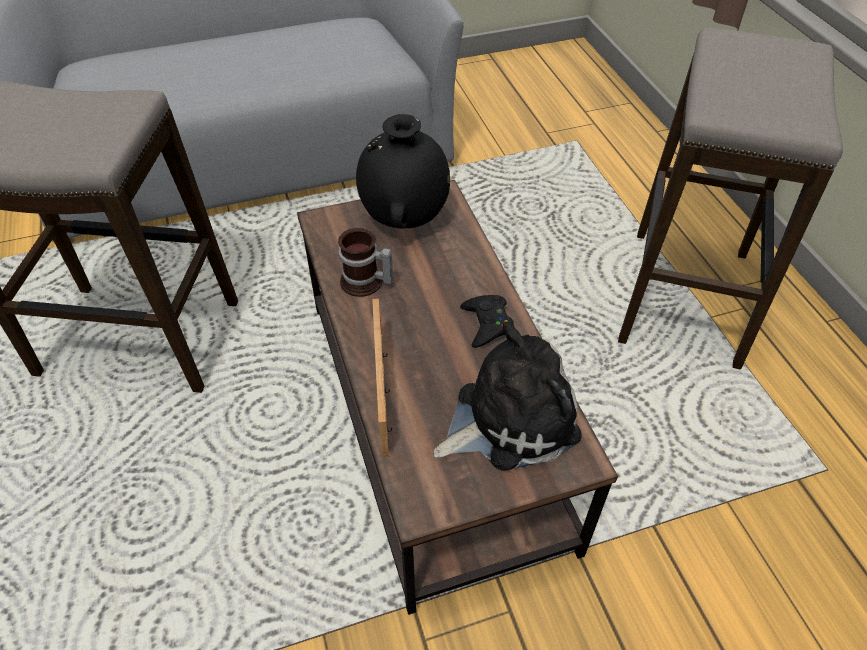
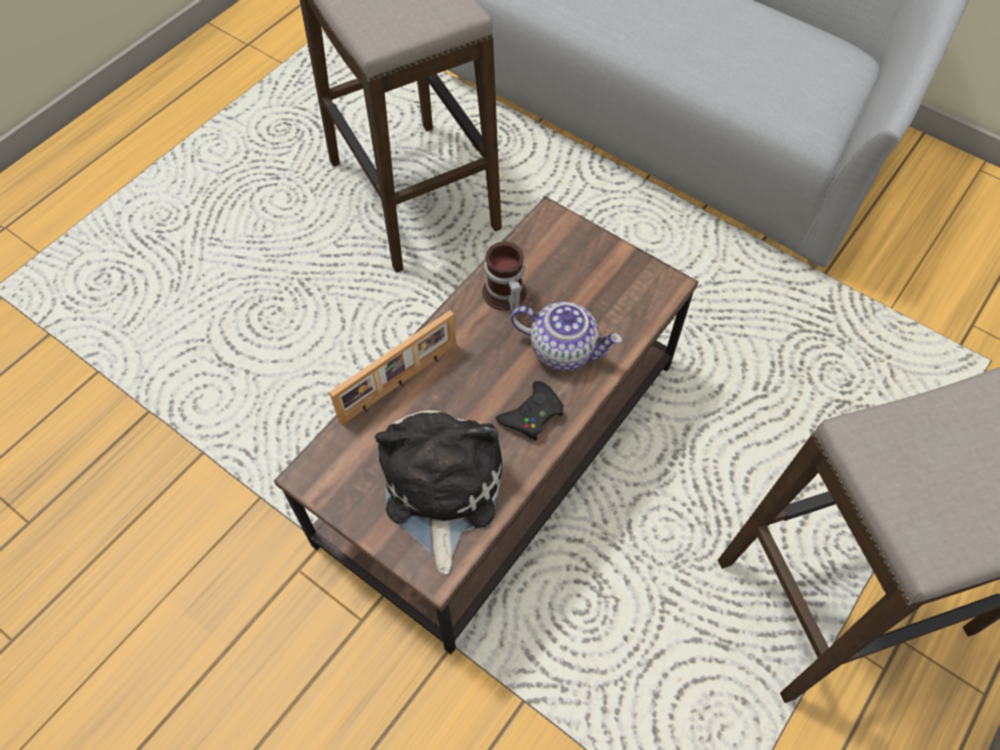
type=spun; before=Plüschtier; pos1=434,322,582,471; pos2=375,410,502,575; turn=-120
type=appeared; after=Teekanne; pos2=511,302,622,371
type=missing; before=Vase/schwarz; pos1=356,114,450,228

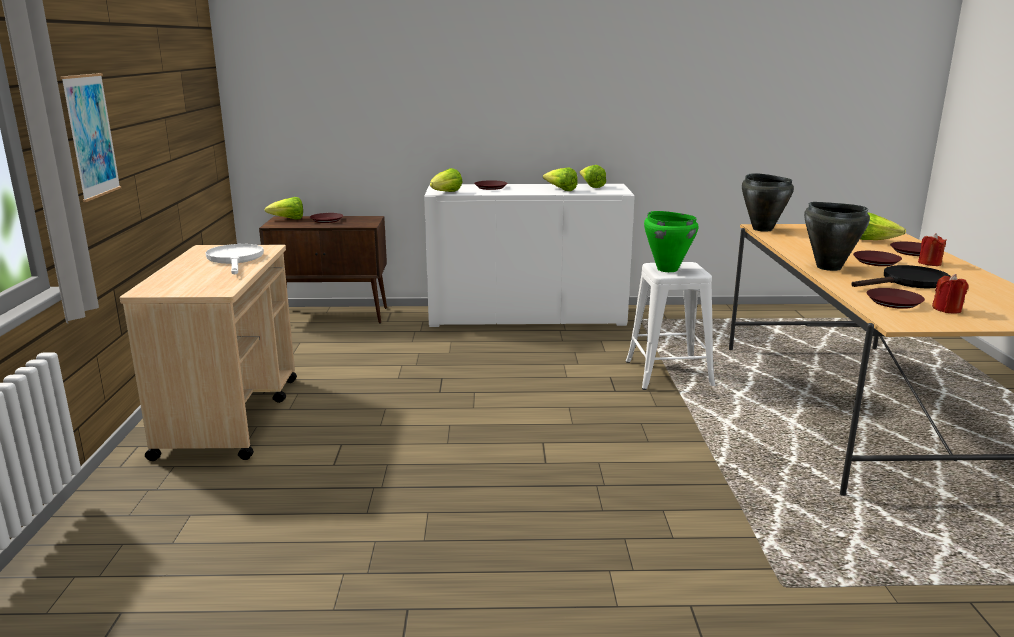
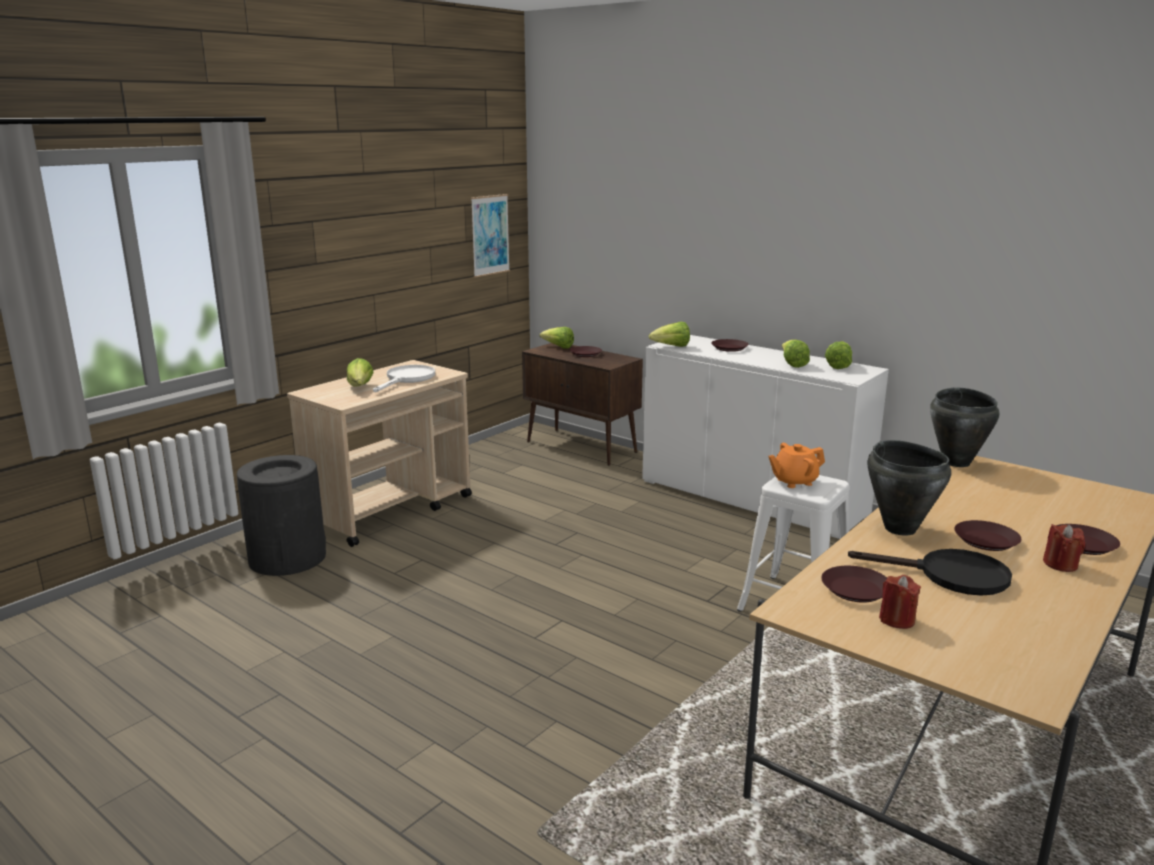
type=appeared; after=Mülleimer/schwarz; pos2=237,455,326,576
type=relocated; before=Salatkopf; pos1=860,212,906,240; pos2=347,358,374,387
type=relocated; before=Bild; pos1=60,73,121,202; pos2=471,194,510,278
type=exchanged; before=Kochtopf/grün; after=Teekanne/orange; pos1=644,211,698,272; pos2=768,443,825,488

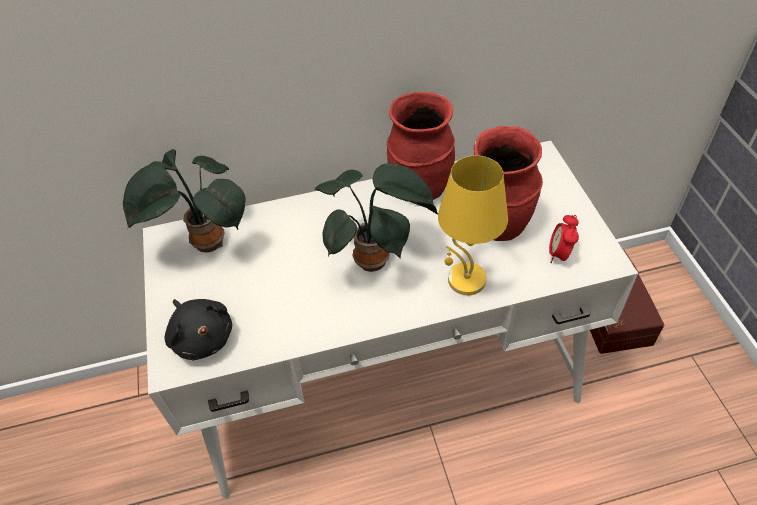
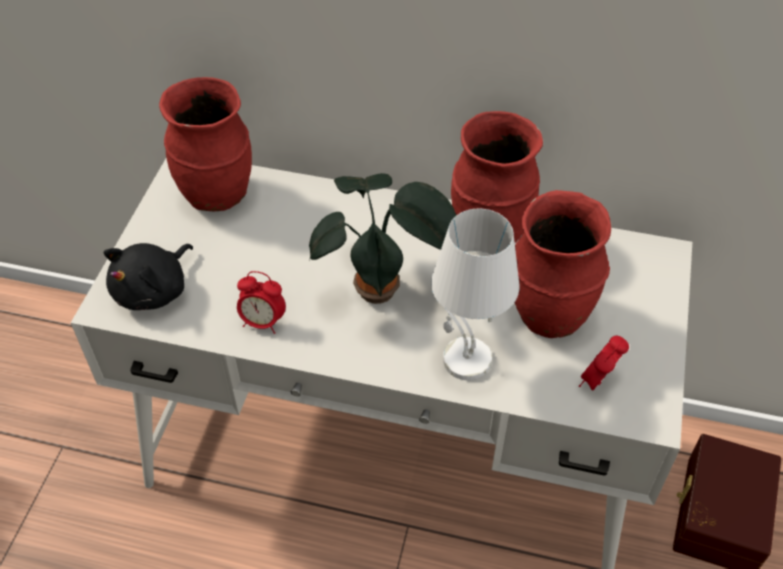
type=spun; before=Plüschtier/schwarz; pos1=164,299,232,360; pos2=104,243,193,310; turn=45
type=exchanged; before=Topfpflanze; after=Vase/rot; pos1=123,149,246,253; pos2=159,77,252,211
type=appeared; after=Wecker; pos2=237,271,286,334
type=colour; before=Tischlampe/gelb; after=Tischlampe/weiß; pos1=438,155,508,295; pos2=431,209,519,380

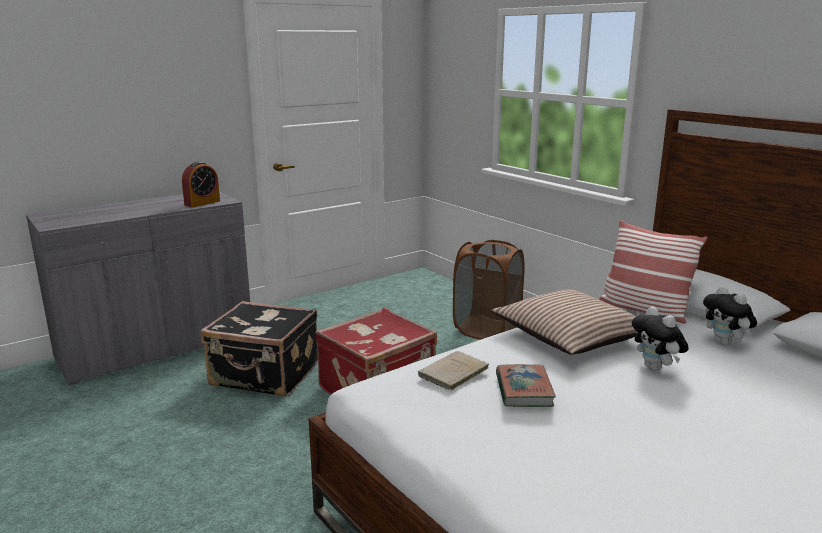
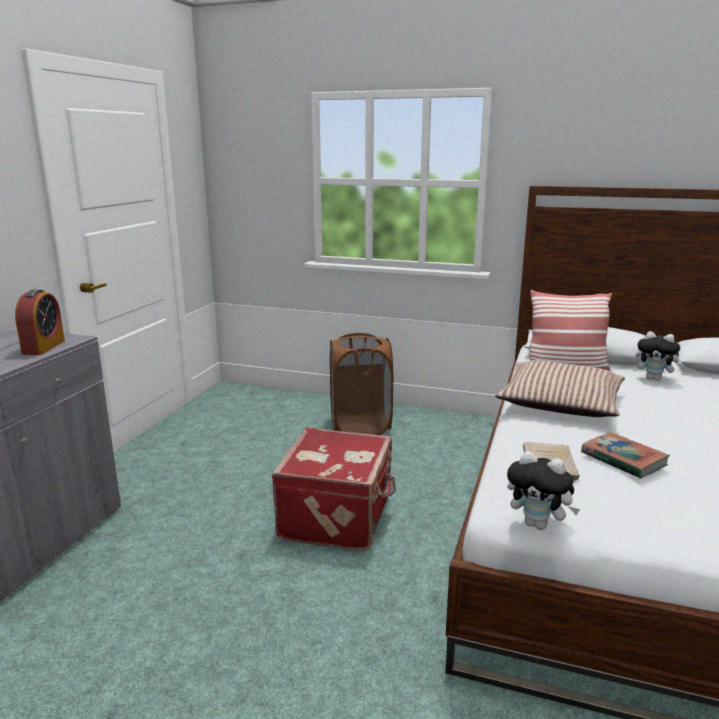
type=relocated; before=Plüschtier; pos1=632,306,689,371; pos2=507,451,580,530
type=missing; before=Koffer/schwarz; pos1=201,301,318,397

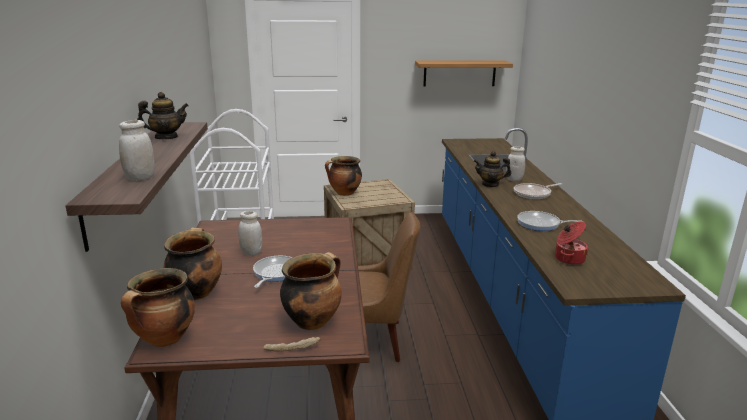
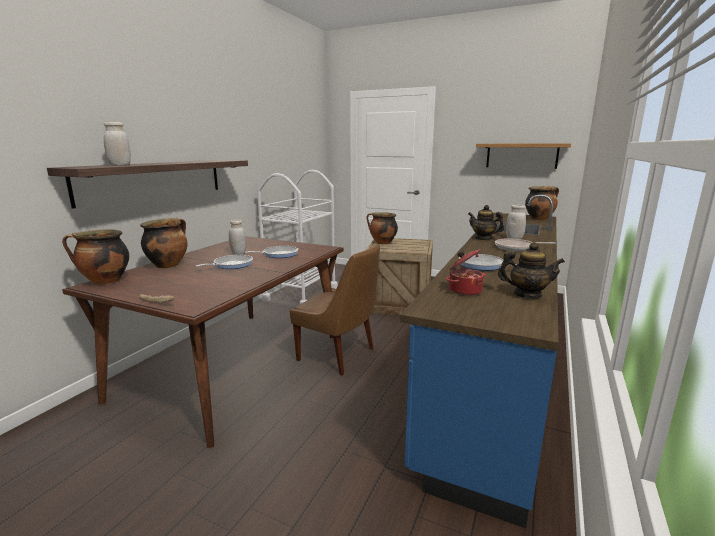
type=appeared; after=Pfanne; pos2=245,246,298,258
type=relocated; before=Teekanne; pos1=137,92,189,139; pos2=498,242,565,298
type=relocated; before=Kochtopf; pos1=280,252,342,330; pos2=525,186,559,220

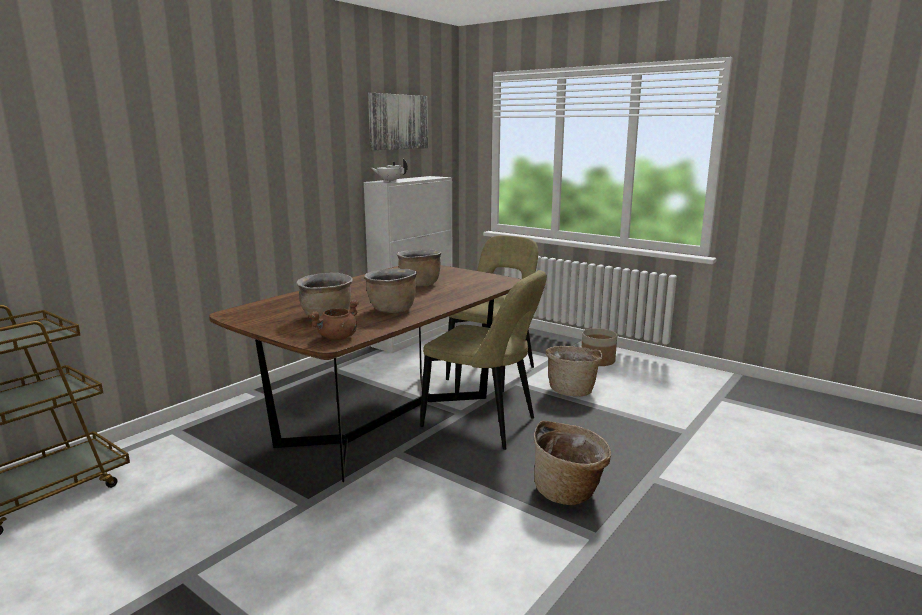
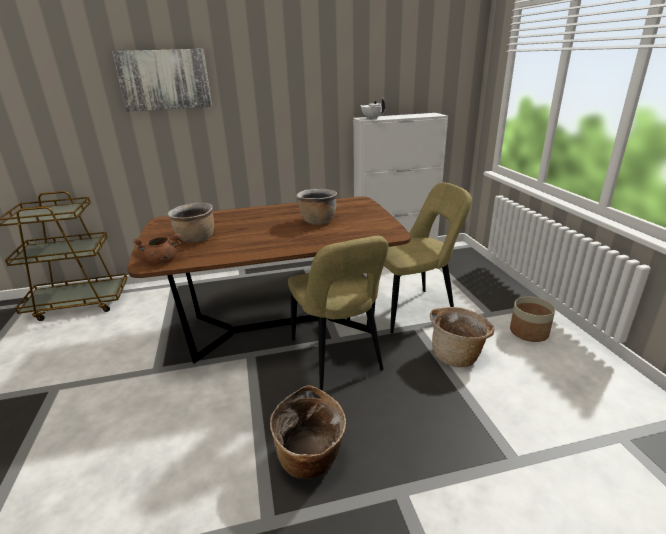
type=relocated; before=Bild; pos1=368,93,428,150; pos2=112,49,212,111
type=missing; before=Kochtopf/braun; pos1=364,268,417,313

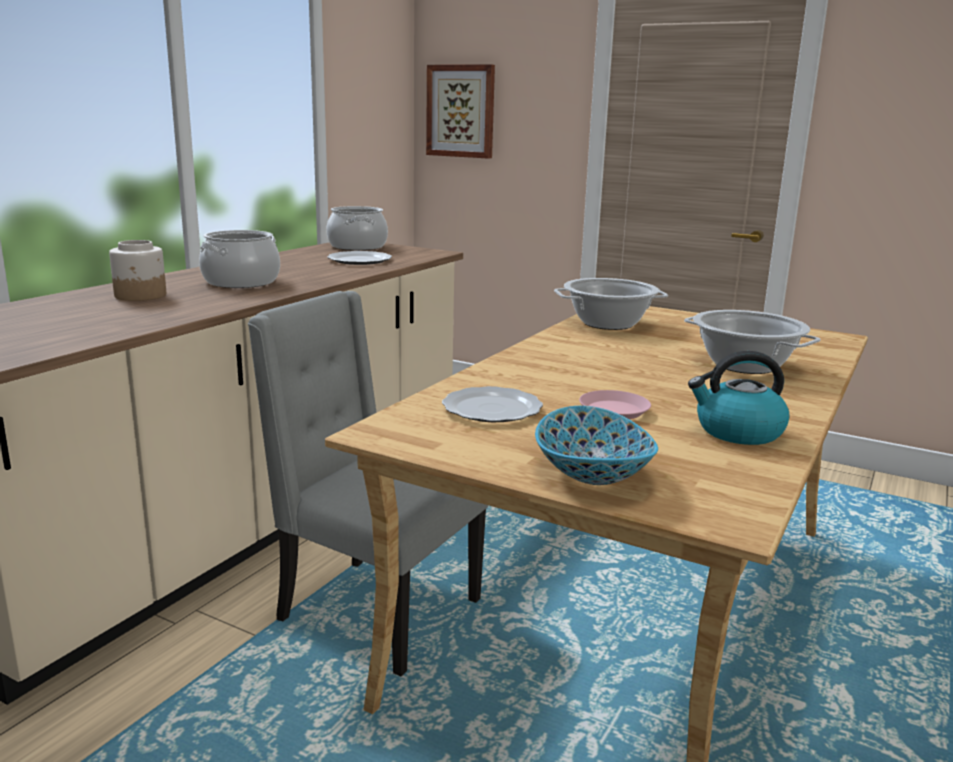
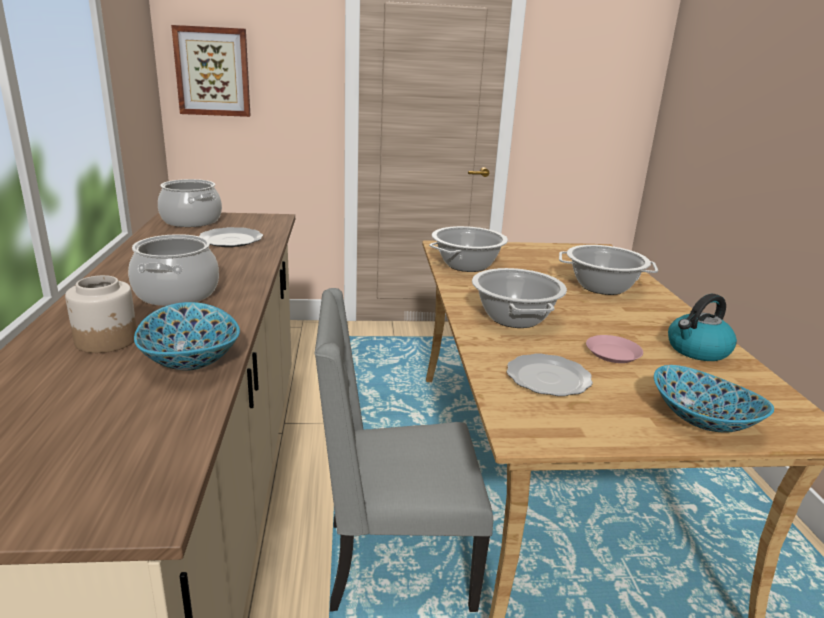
type=appeared; after=Schüssel; pos2=134,302,240,371
type=appeared; after=Kochtopf; pos2=472,268,567,328

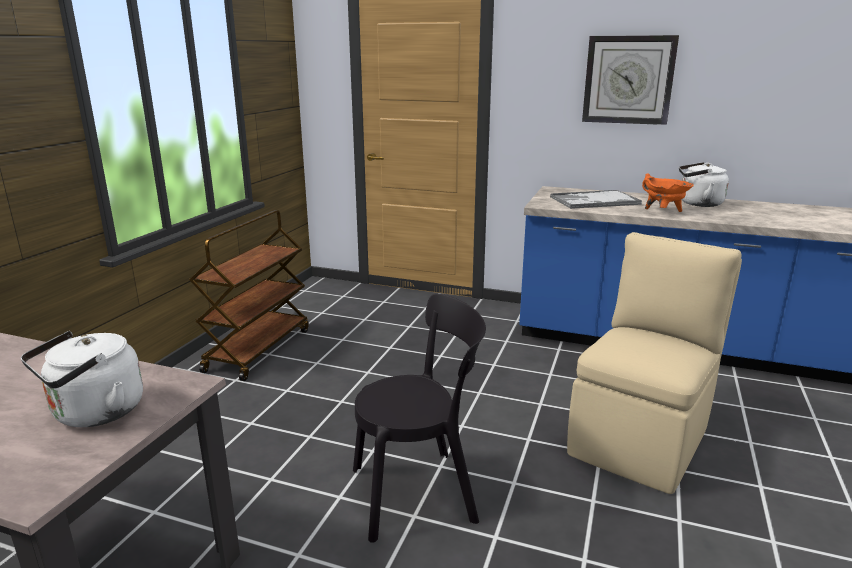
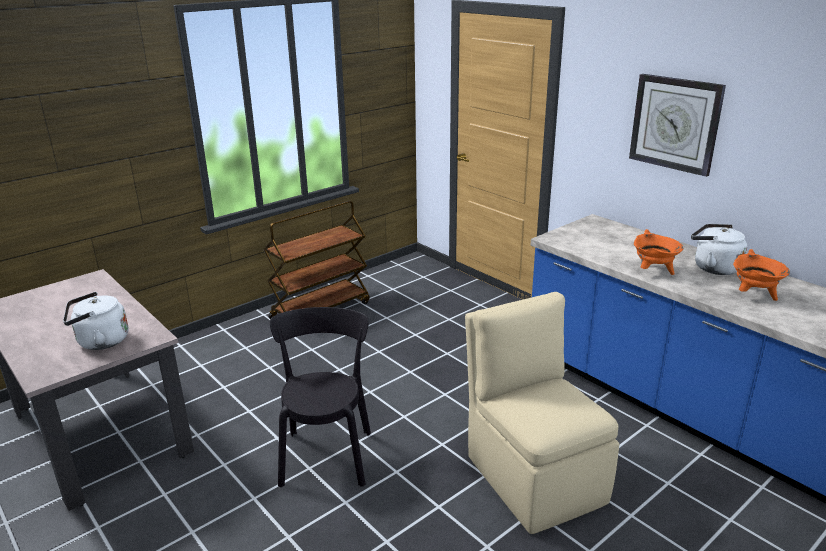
type=spun; before=Stuhl/schwarz; pos1=353,293,486,543; pos2=270,307,371,487; turn=-105
type=spun; before=Stuhl/beige; pos1=567,232,742,494; pos2=465,292,619,534; turn=-90
type=appeared; after=Kochtopf/orange; pos2=733,249,790,301
type=missing; before=Tablett; pos1=550,190,642,209

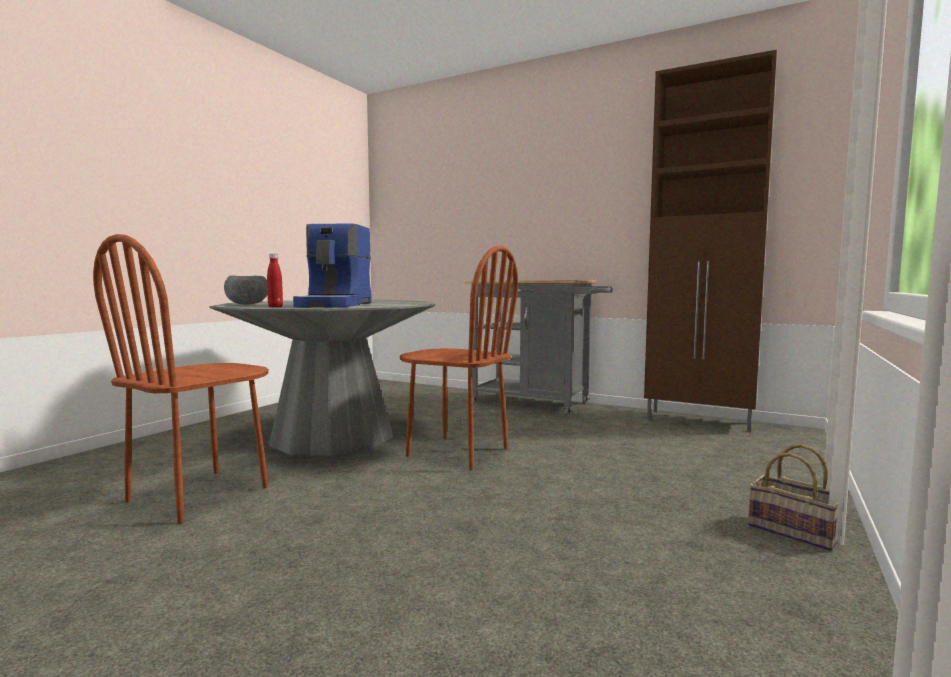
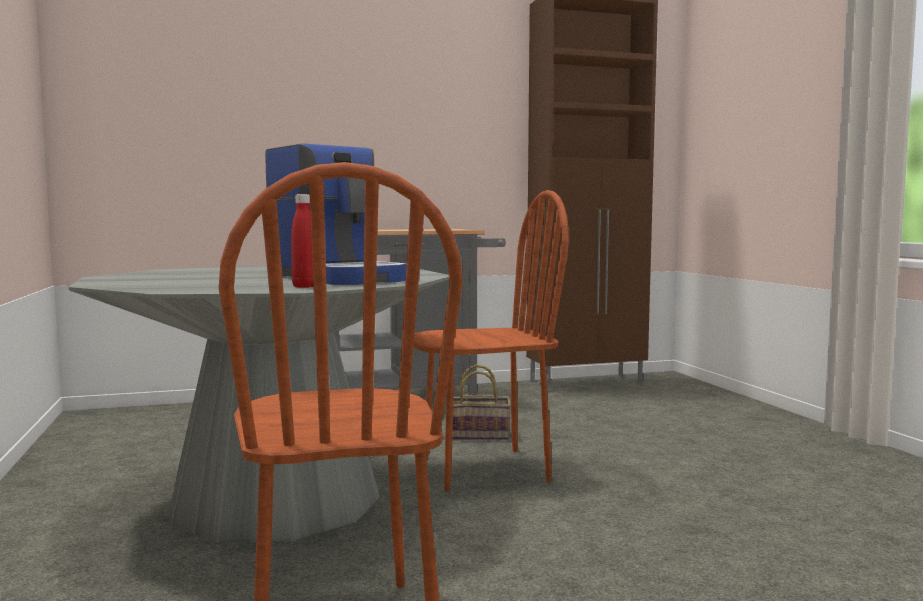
type=relocated; before=Korb; pos1=748,444,839,551; pos2=452,364,511,440
type=missing; before=Schüssel/grau; pos1=224,275,268,305

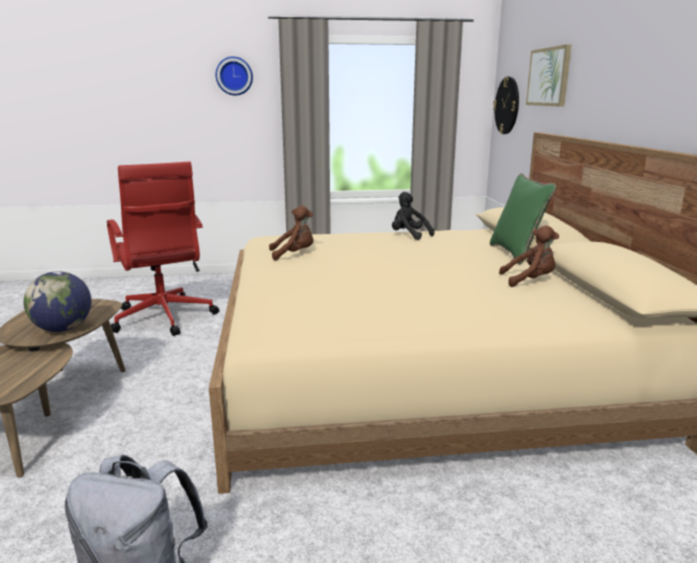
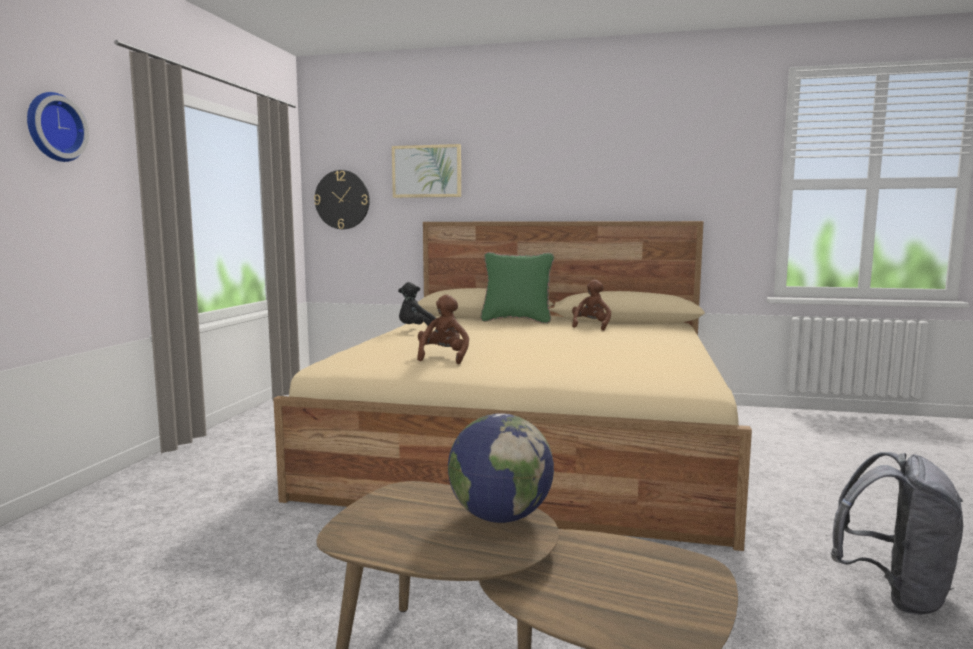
type=missing; before=Bürostuhl/rot; pos1=107,162,219,336

